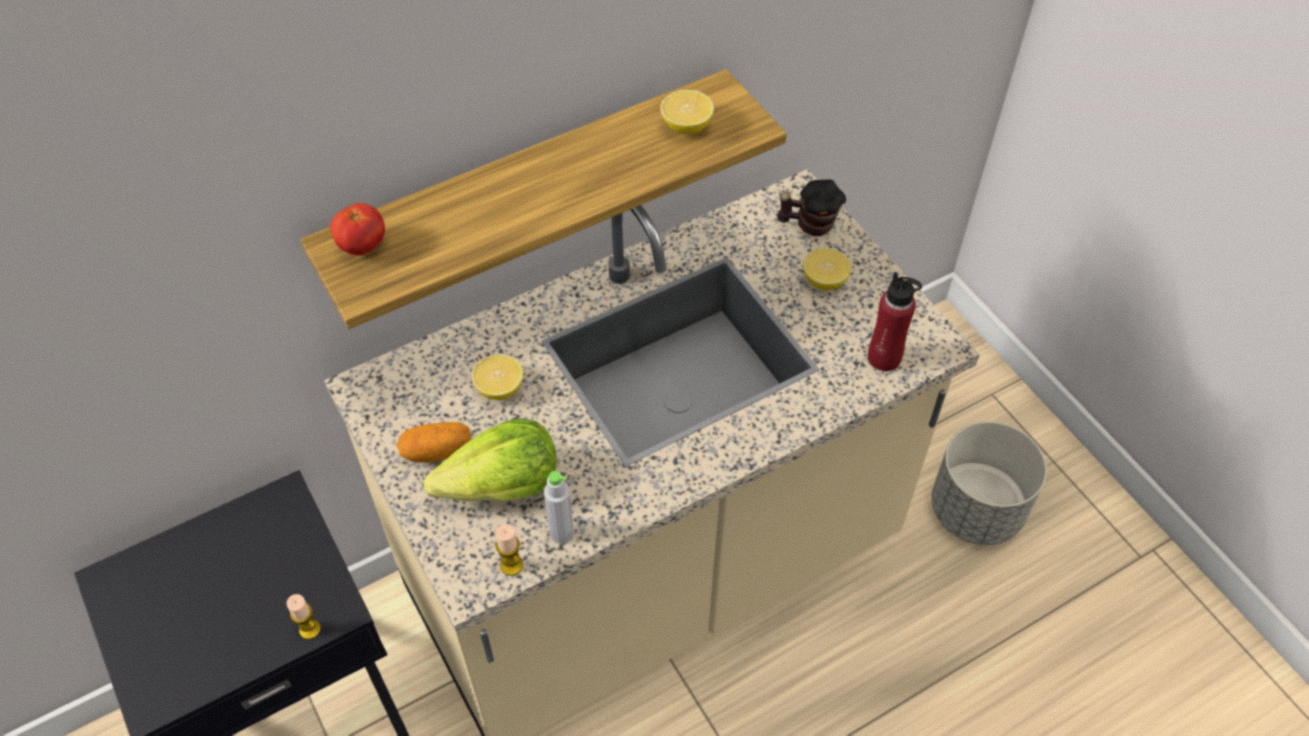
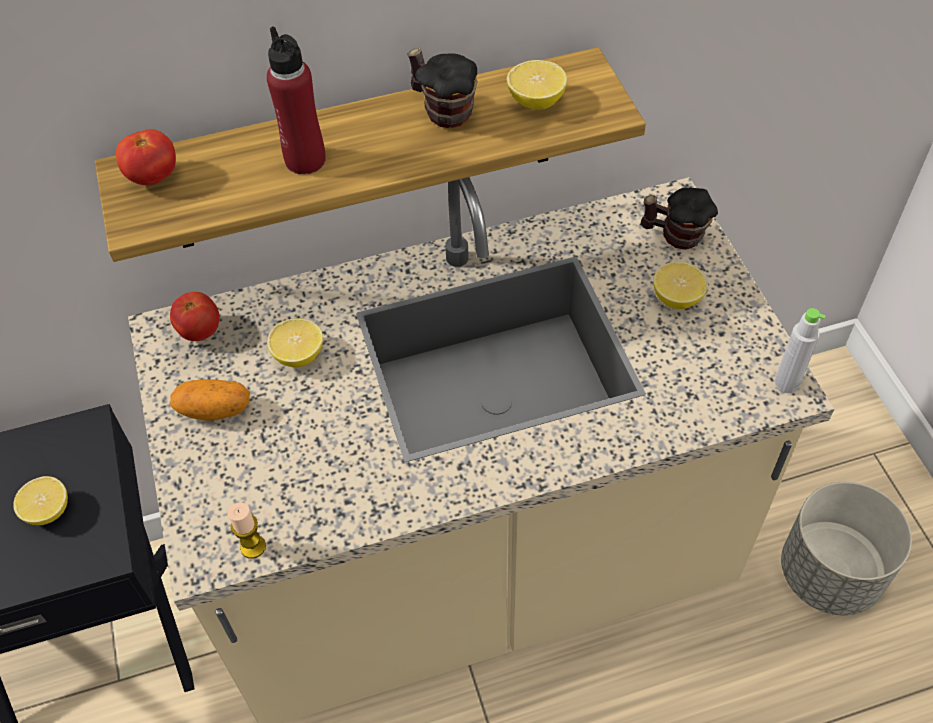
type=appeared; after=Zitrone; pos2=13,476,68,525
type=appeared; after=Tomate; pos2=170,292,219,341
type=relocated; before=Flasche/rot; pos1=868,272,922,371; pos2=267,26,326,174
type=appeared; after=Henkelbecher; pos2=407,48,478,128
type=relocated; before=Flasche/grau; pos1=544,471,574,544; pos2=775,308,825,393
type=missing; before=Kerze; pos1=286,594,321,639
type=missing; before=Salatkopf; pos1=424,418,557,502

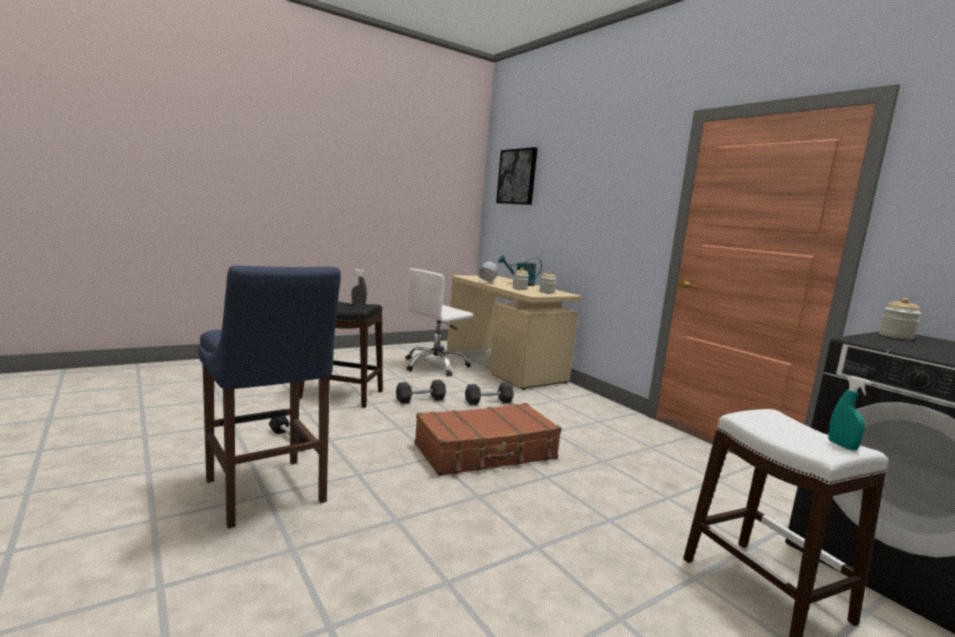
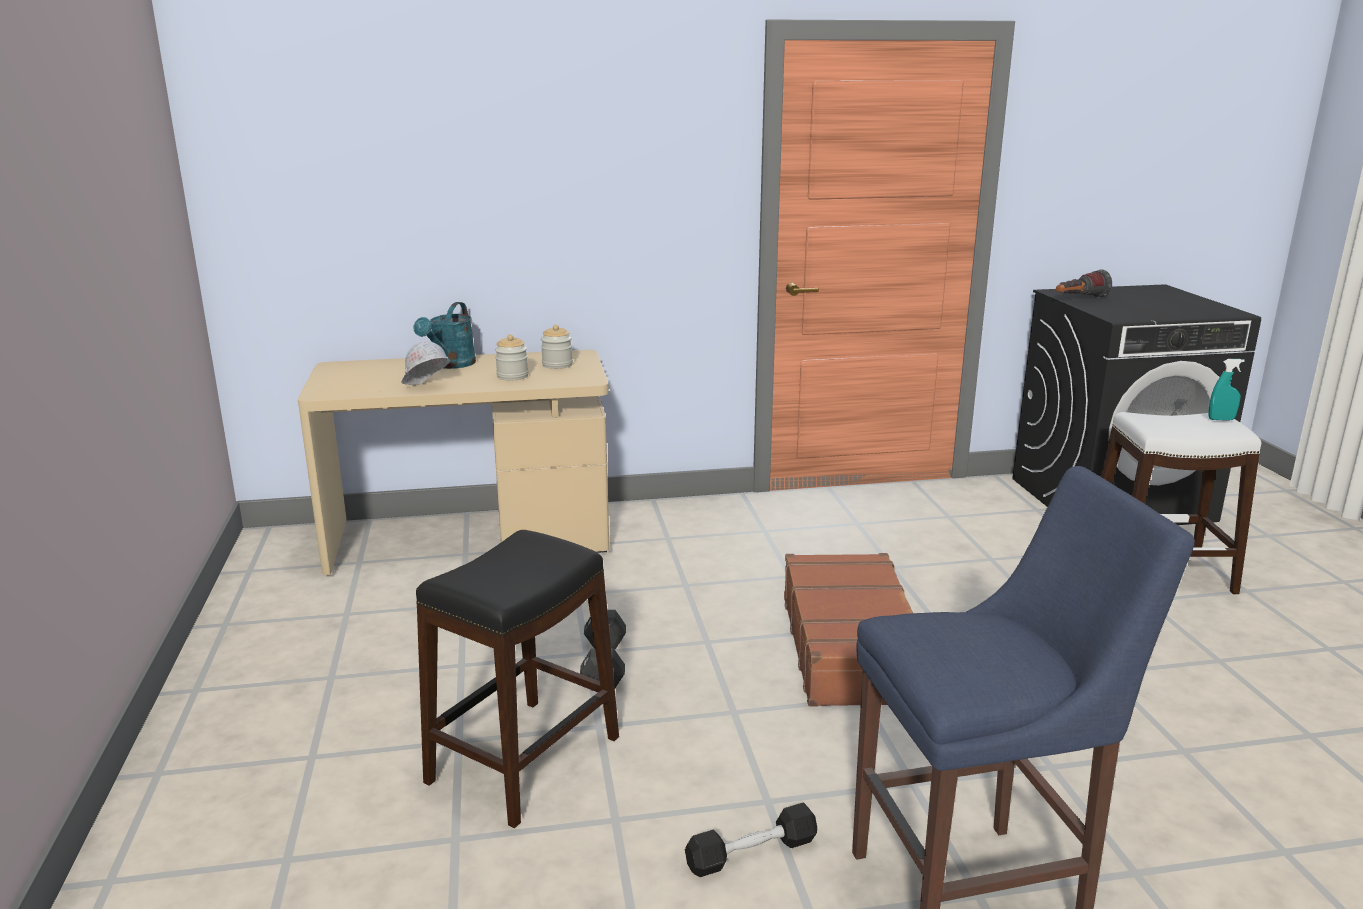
type=exchanged; before=Vorratsglas; after=Taschenlampe; pos1=879,298,921,340; pos2=1056,269,1112,298
type=missing; before=Sprühflasche/grau; pos1=352,269,367,305
type=missing; before=Bürostuhl/weiß; pos1=405,268,473,376
type=missing; before=Hantel/schwarz; pos1=465,383,514,405
type=missing; before=Bild; pos1=496,147,538,205

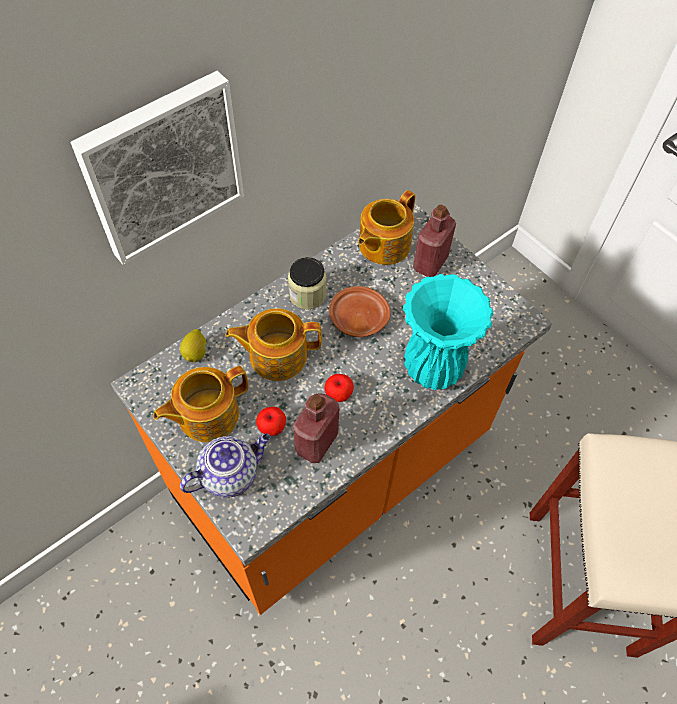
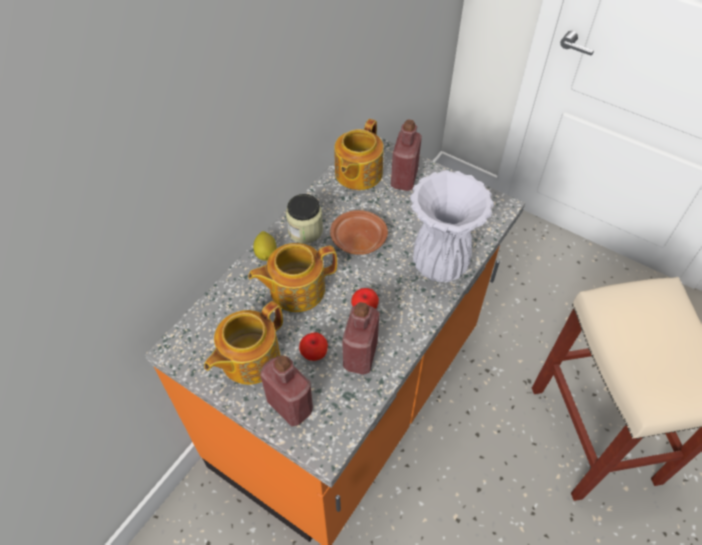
type=relocated; before=Zitrone; pos1=180,329,207,362; pos2=253,231,277,261
type=exchanged; before=Teekanne; after=Flasche/rot; pos1=180,434,270,498; pos2=260,355,313,426
type=colour; before=Vase/türkis; after=Vase/weiß; pos1=403,274,494,390; pos2=410,170,494,282
type=missing; before=Bild; pos1=70,71,244,265

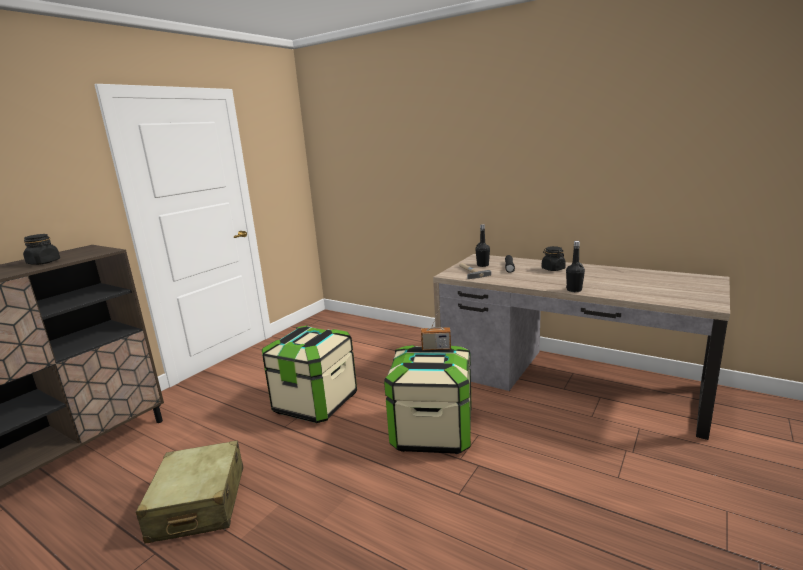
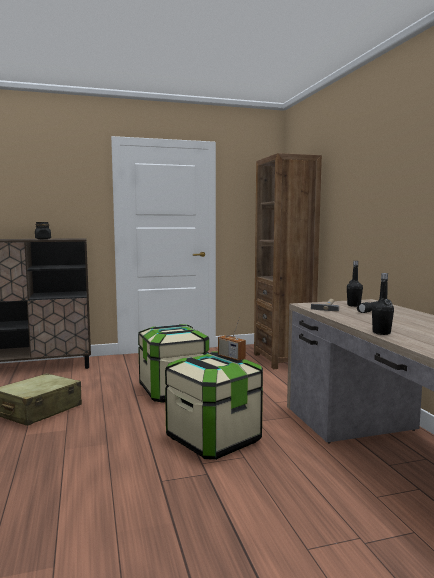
type=appeared; after=Bücherregal/braun; pos2=254,153,322,369
type=missing; before=Vorratsglas/schwarz; pos1=542,246,566,271

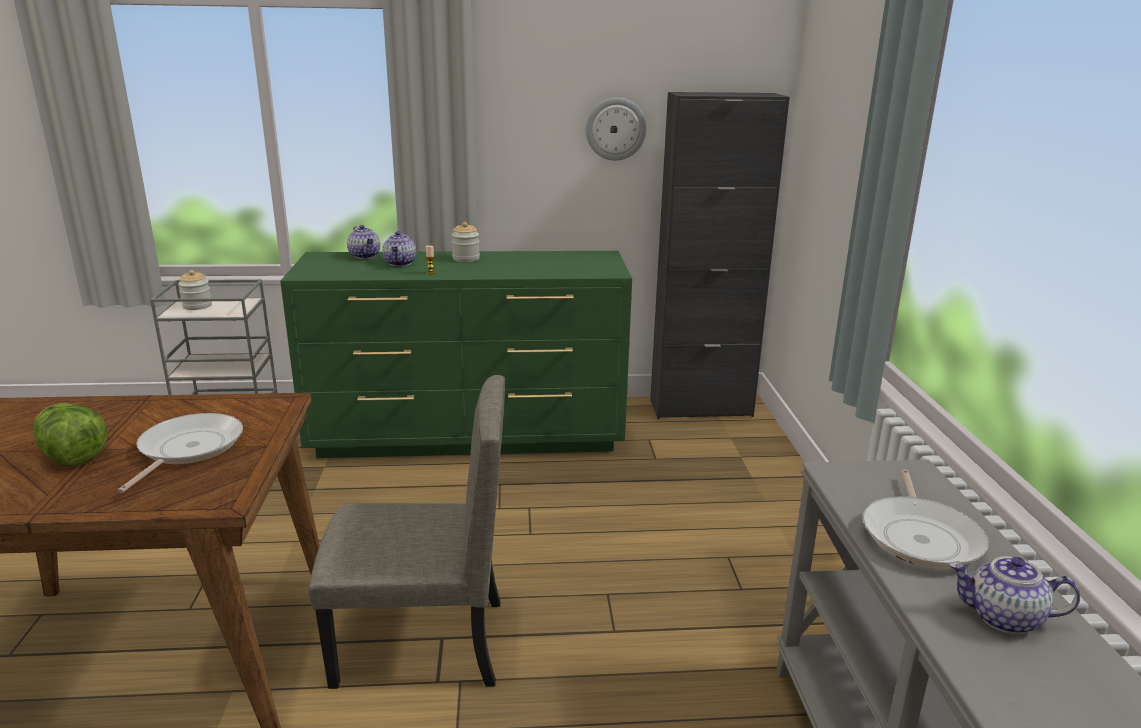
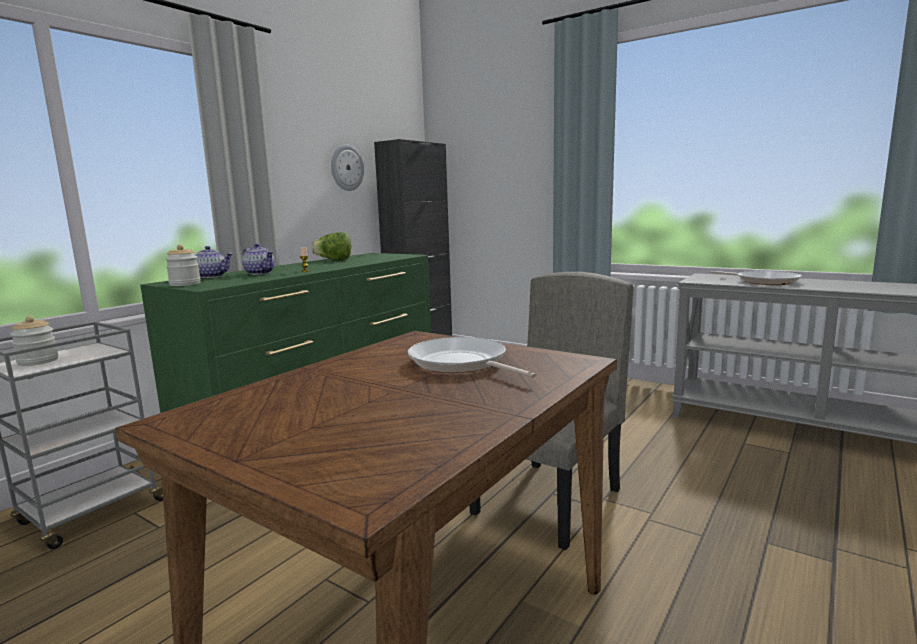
type=relocated; before=Vorratsglas; pos1=451,222,480,262; pos2=165,245,201,286
type=relocated; before=Salatkopf; pos1=33,403,108,467; pos2=311,232,351,260
type=missing; before=Teekanne; pos1=950,557,1080,634

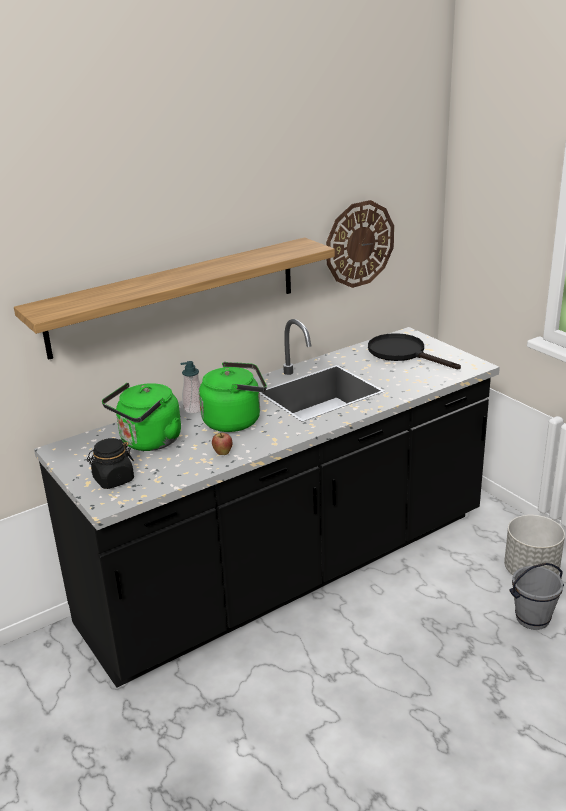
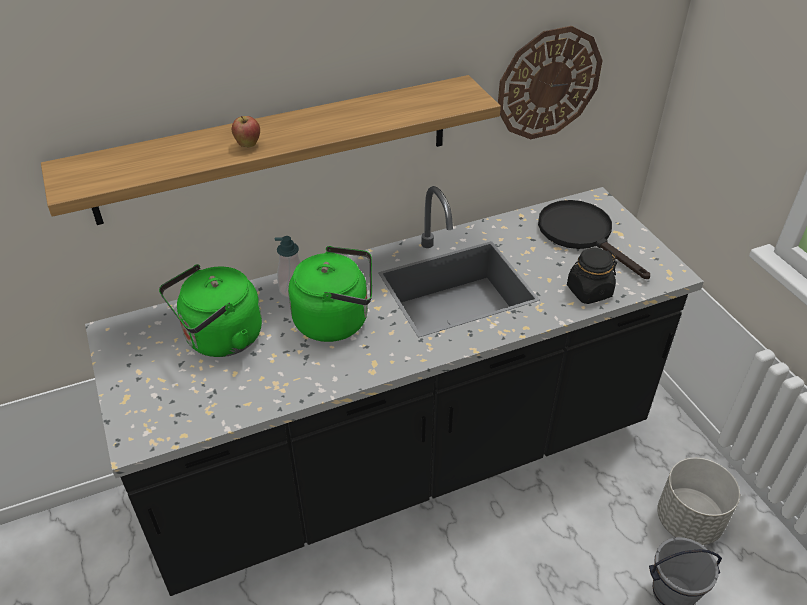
type=relocated; before=Apfel; pos1=212,433,233,455; pos2=232,116,260,148
type=relocated; before=Vorratsglas/schwarz; pos1=87,438,134,489; pos2=567,248,617,304

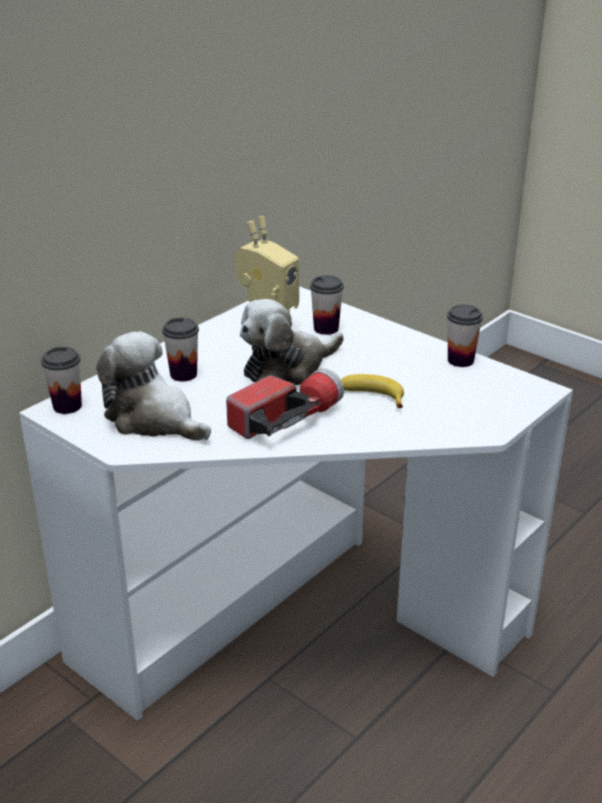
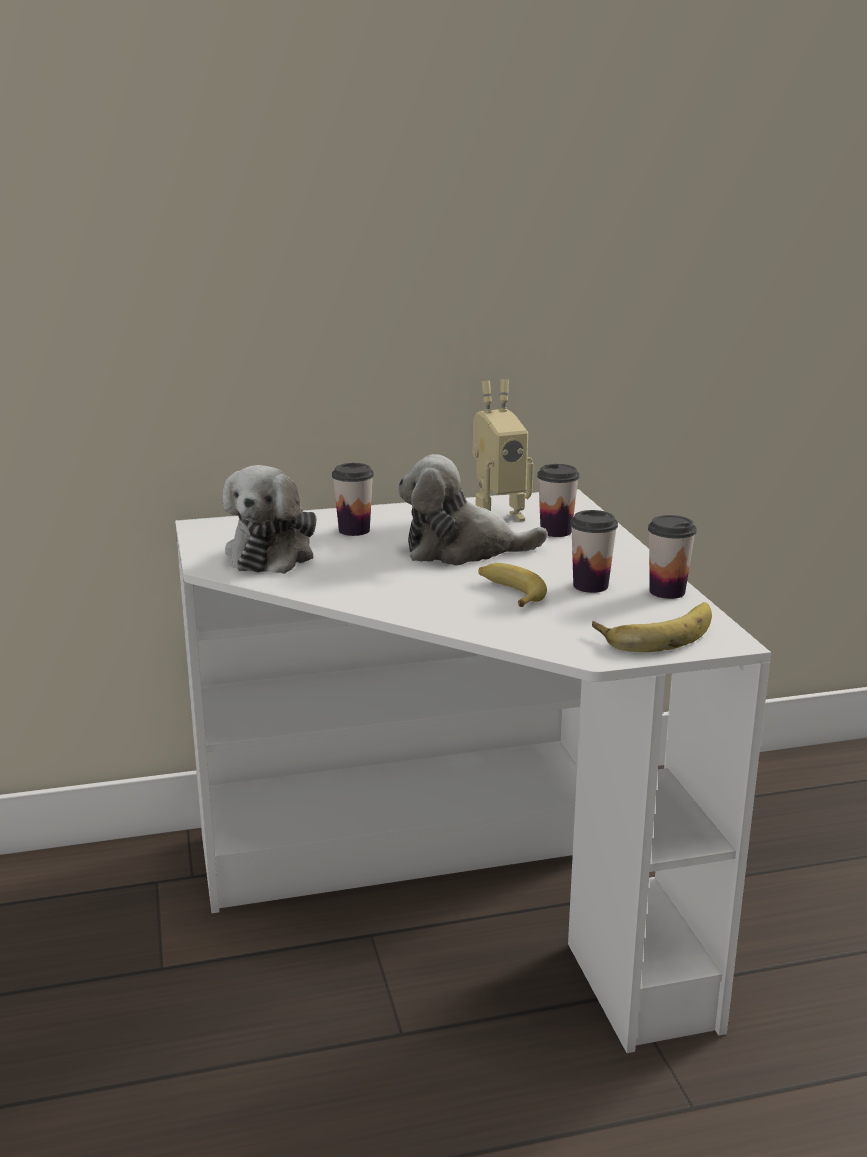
type=spun; before=Plüschtier; pos1=96,331,211,441; pos2=223,465,317,574; turn=-150
type=relocated; before=Tasse; pos1=41,347,82,414; pos2=570,510,618,593
type=appeared; after=Banane; pos2=592,602,712,652
type=missing; before=Taschenlampe; pos1=226,368,344,439

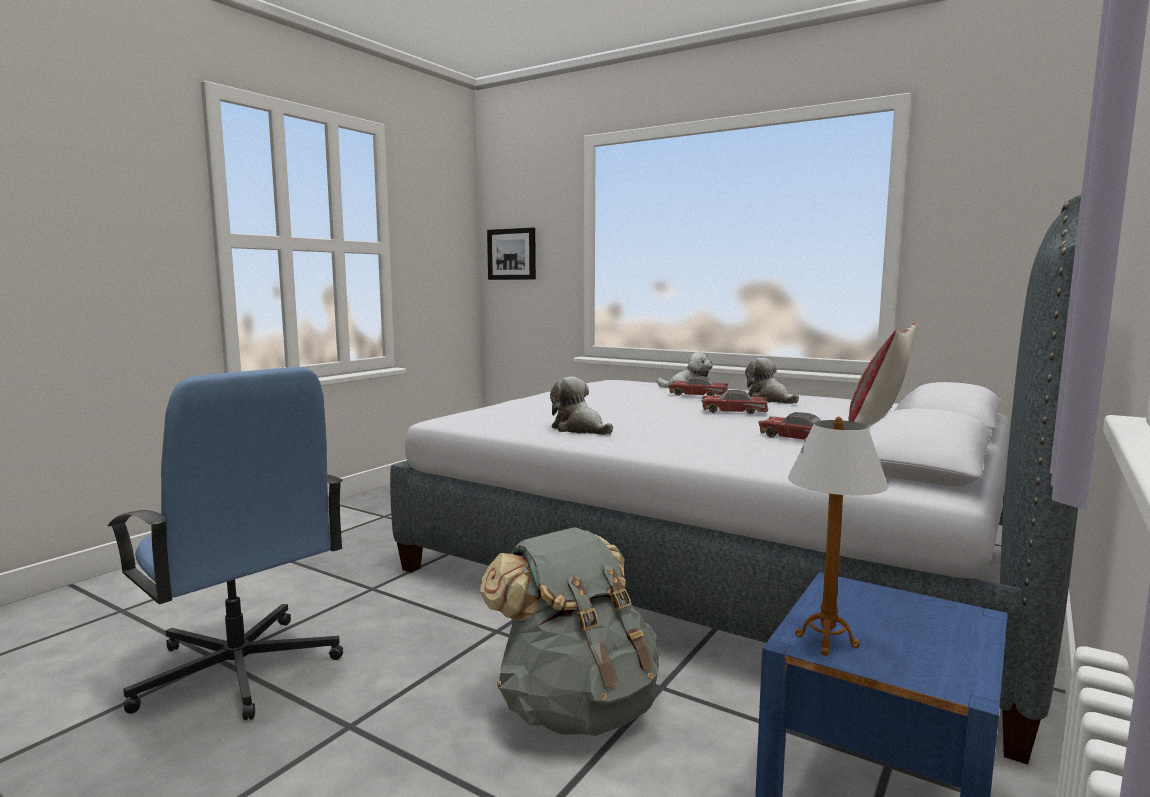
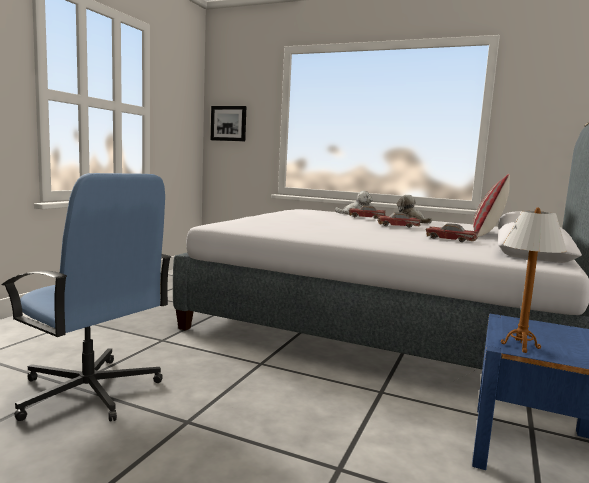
type=missing; before=Rucksack/grau; pos1=480,527,659,736
type=missing; before=Plüschtier; pos1=550,377,613,435

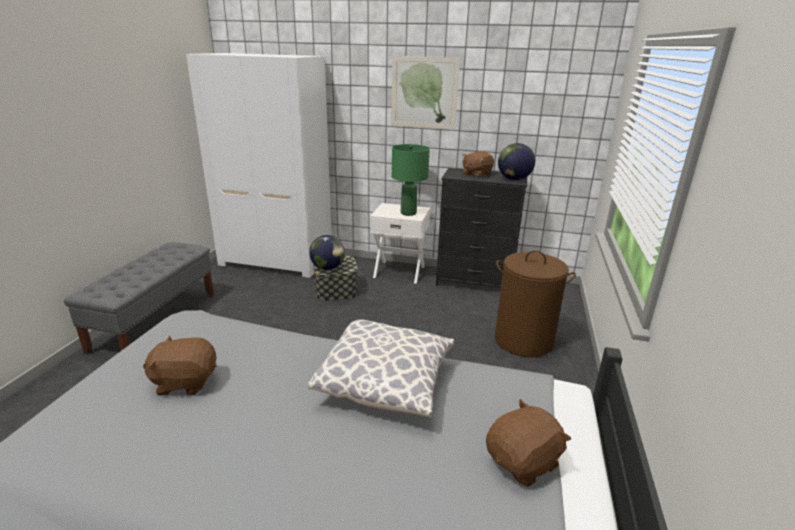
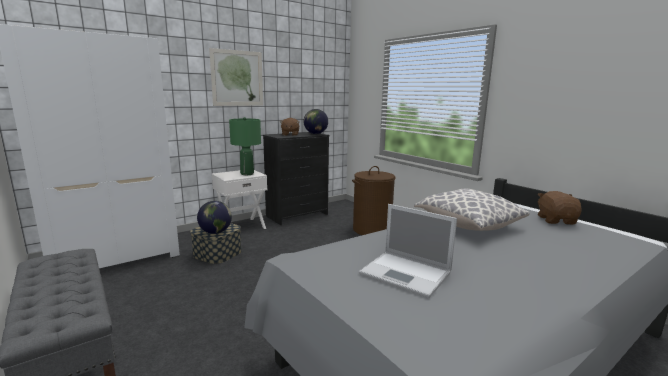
type=exchanged; before=Plüschtier/braun; after=Laptop; pos1=143,336,217,395; pos2=359,204,457,298

